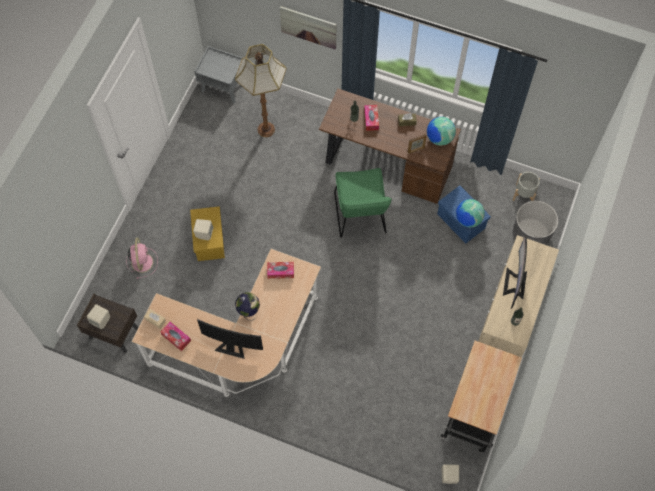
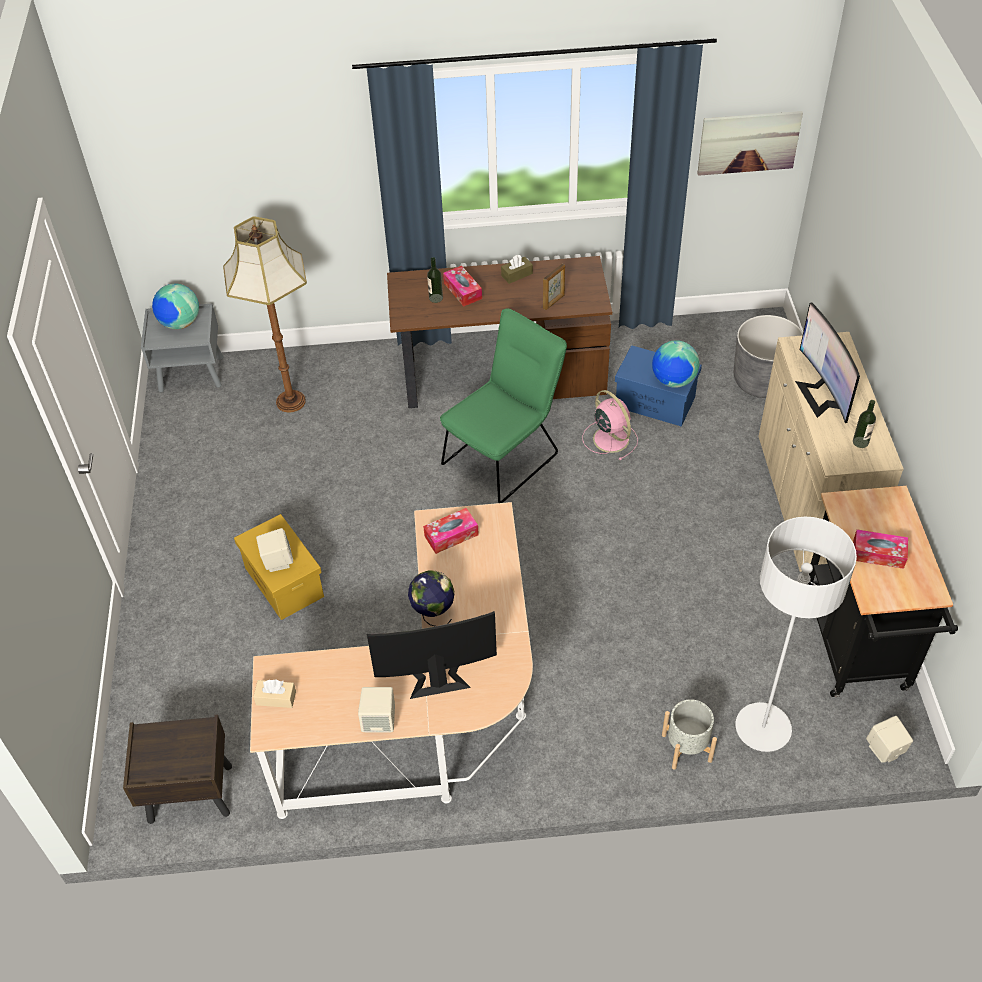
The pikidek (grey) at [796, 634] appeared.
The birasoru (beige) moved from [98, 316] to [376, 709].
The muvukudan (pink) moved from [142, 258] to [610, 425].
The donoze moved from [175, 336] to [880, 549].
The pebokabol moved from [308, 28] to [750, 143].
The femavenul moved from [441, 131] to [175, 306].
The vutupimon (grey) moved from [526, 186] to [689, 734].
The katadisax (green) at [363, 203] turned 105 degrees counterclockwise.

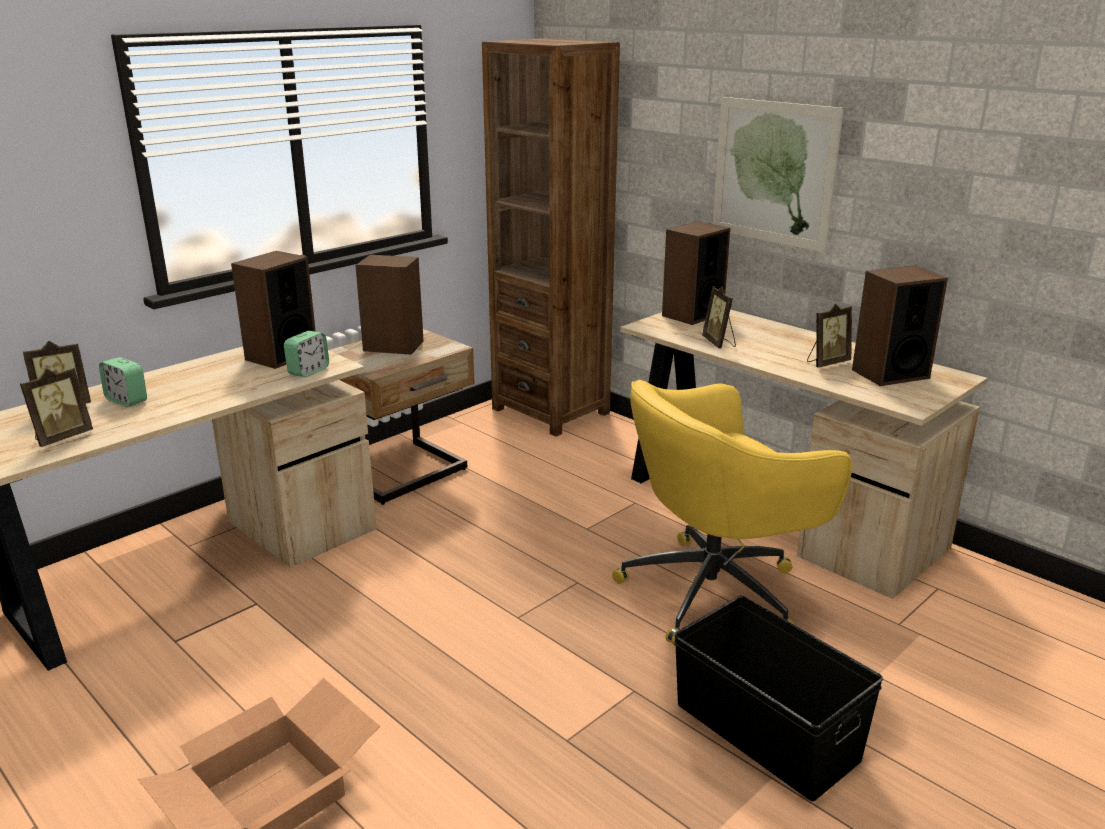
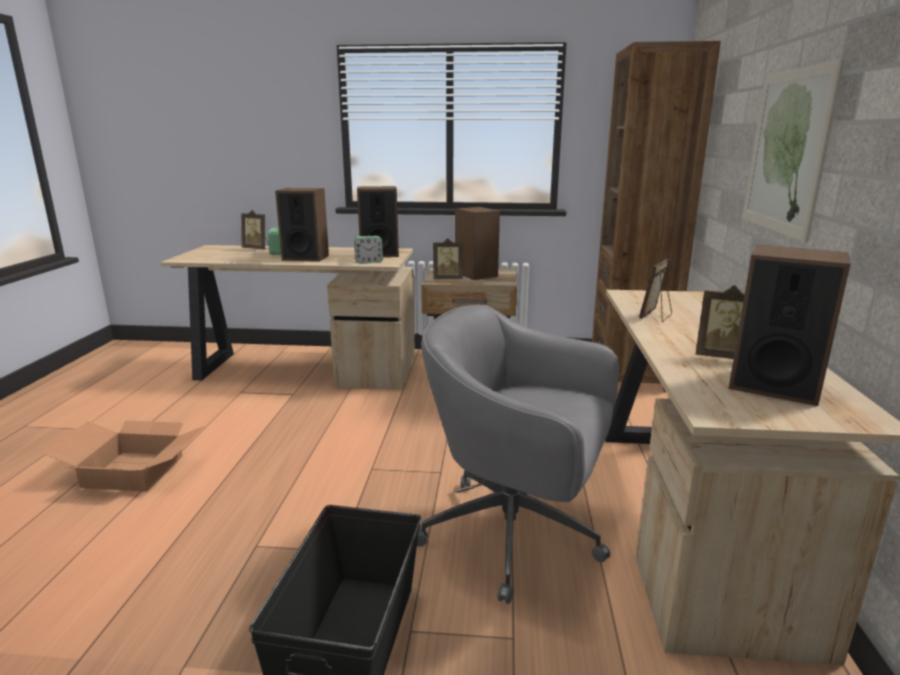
The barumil moved from [56, 407] to [448, 258].
The birasoru moved from [696, 273] to [302, 225].
The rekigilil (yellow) at [732, 512] became the rekigilil (grey) at [518, 454].

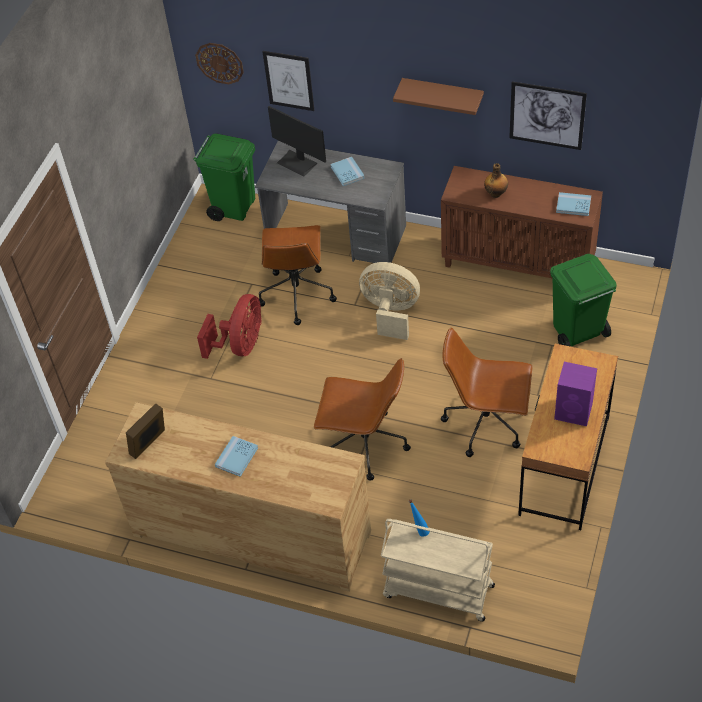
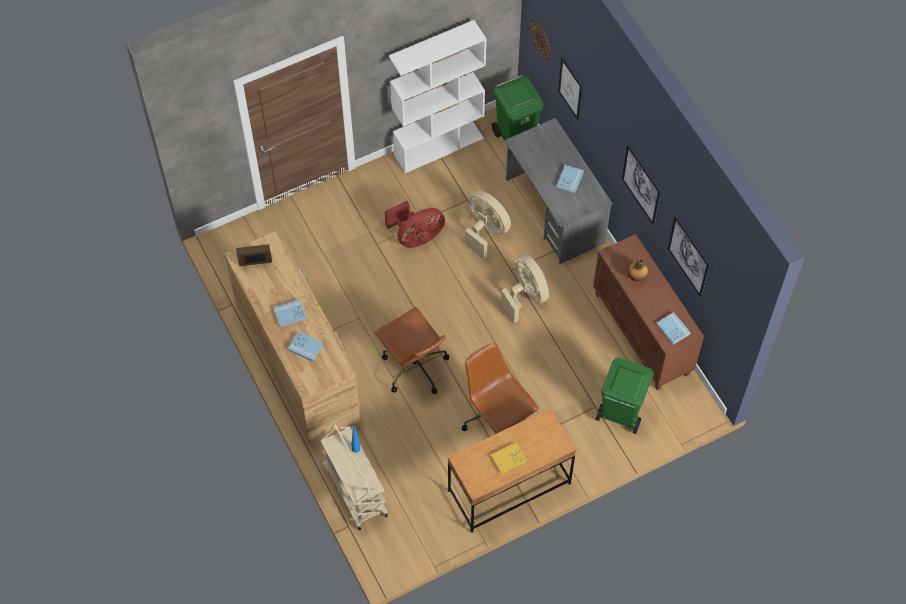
The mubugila at [297, 141] disappeared.
The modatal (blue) at [305, 347] appeared.
The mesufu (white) at [438, 96] appeared.
The rekigilil (brown) at [298, 275] was replaced by the muvukudan (beige) at [488, 225].
The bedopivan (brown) at [438, 96] was replaced by the pebokabol at [641, 185].
The birasoru (purple) at [575, 394] was replaced by the modatal (yellow) at [509, 458].

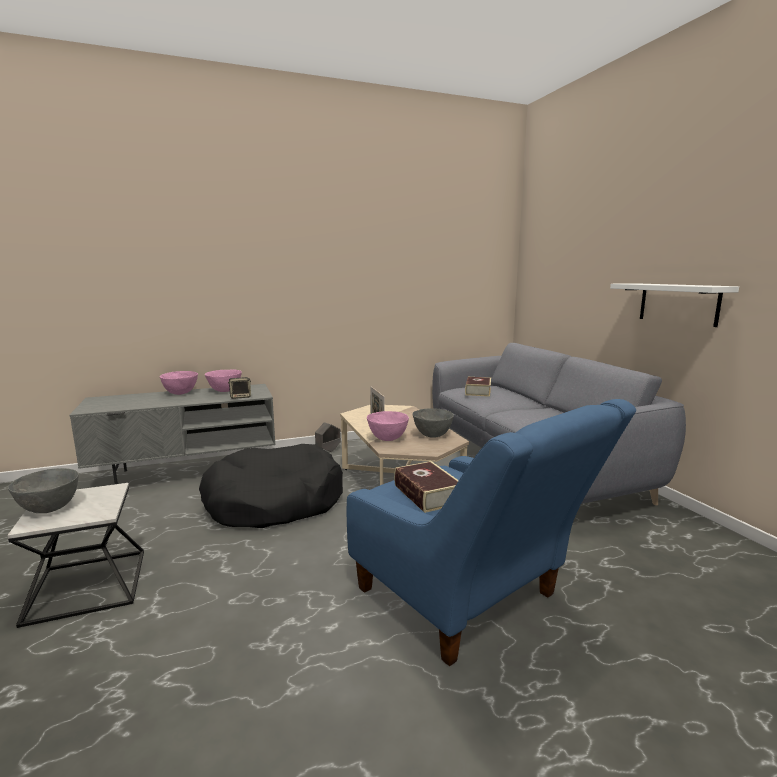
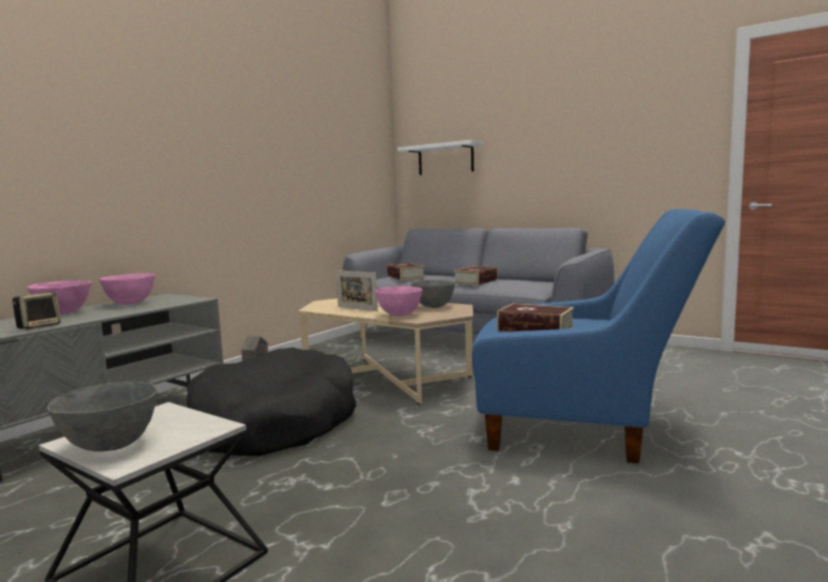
The modatal at [475, 275] appeared.
The birasoru moved from [239, 388] to [36, 310].
The bedopivan (white) moved from [674, 305] to [440, 157].

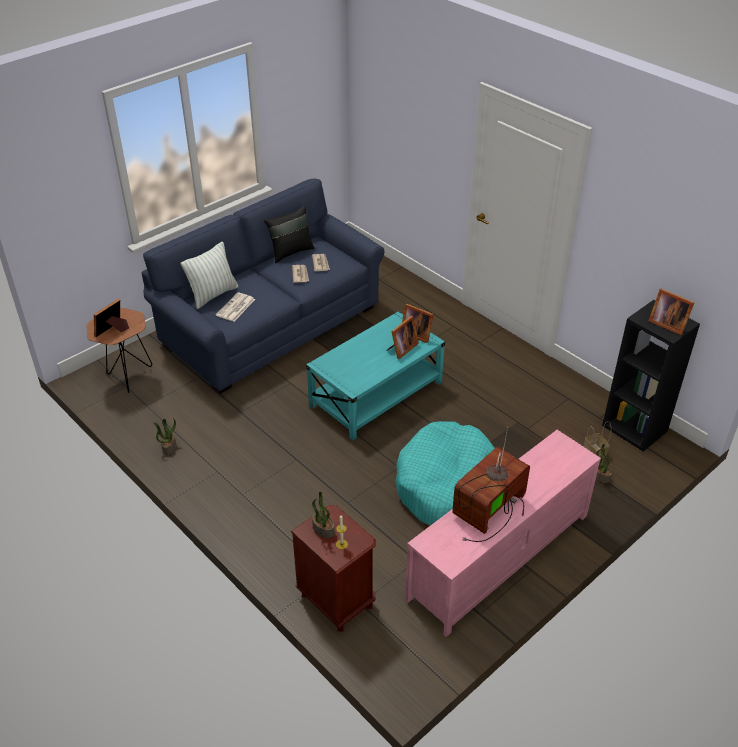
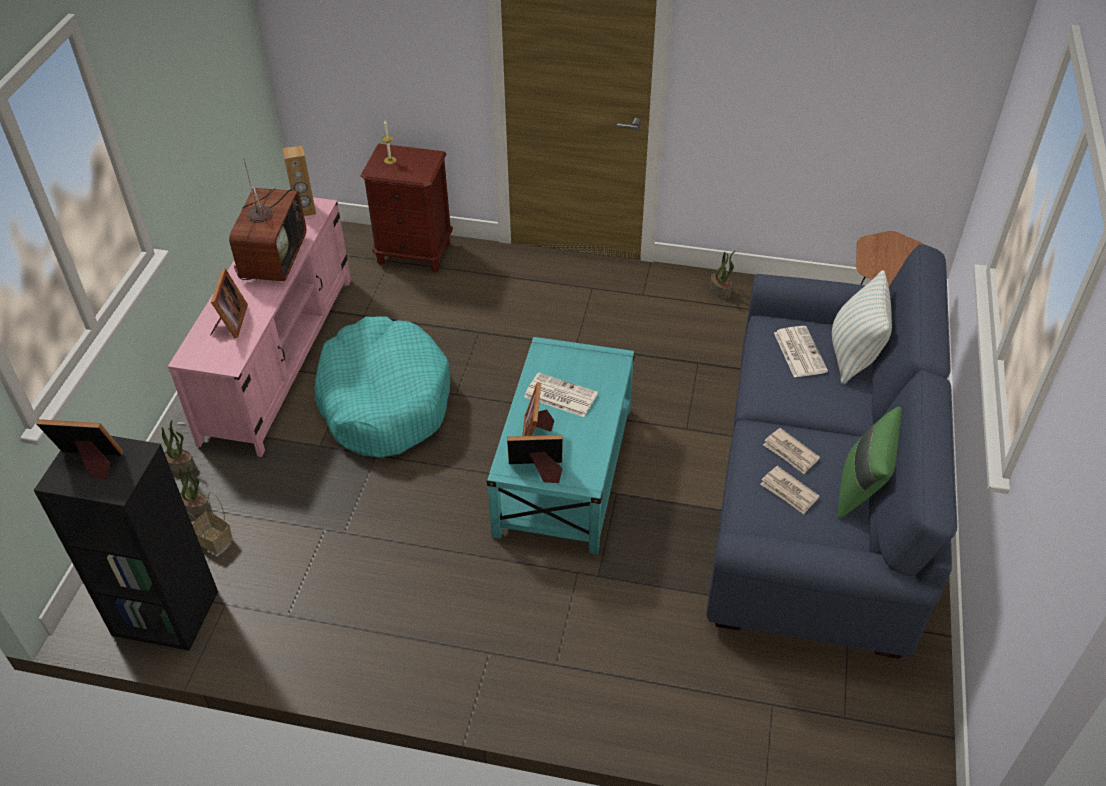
The birasoru (brown) at [299, 180] appeared.
The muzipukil at [561, 395] appeared.
The barumil moved from [111, 318] to [229, 303].
The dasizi moved from [323, 515] to [178, 446].
The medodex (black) at [289, 234] became the medodex (green) at [869, 462].

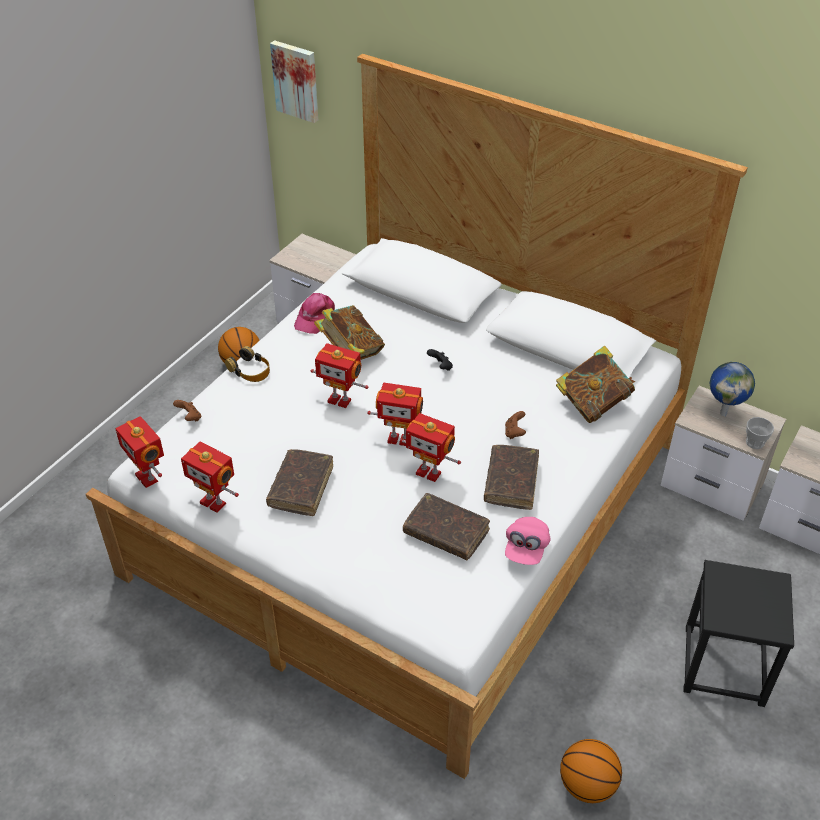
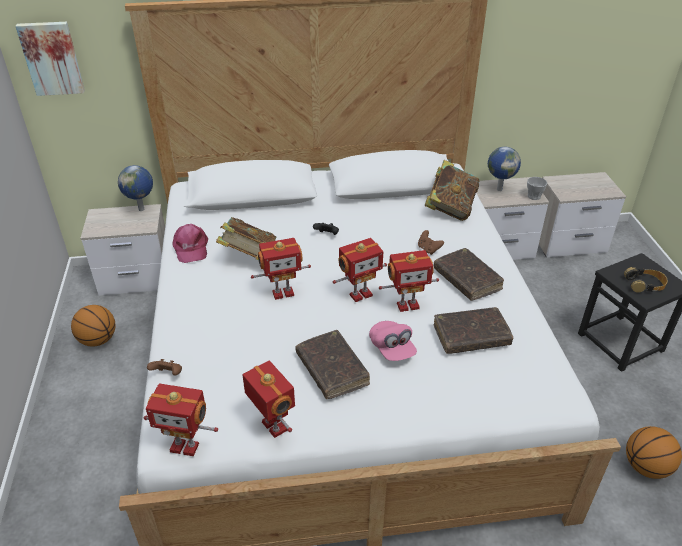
The femavenul at [135, 188] appeared.
The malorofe moved from [247, 364] to [646, 280].
The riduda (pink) moved from [528, 541] to [393, 341].
The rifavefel at [210, 477] turned 120 degrees counterclockwise.

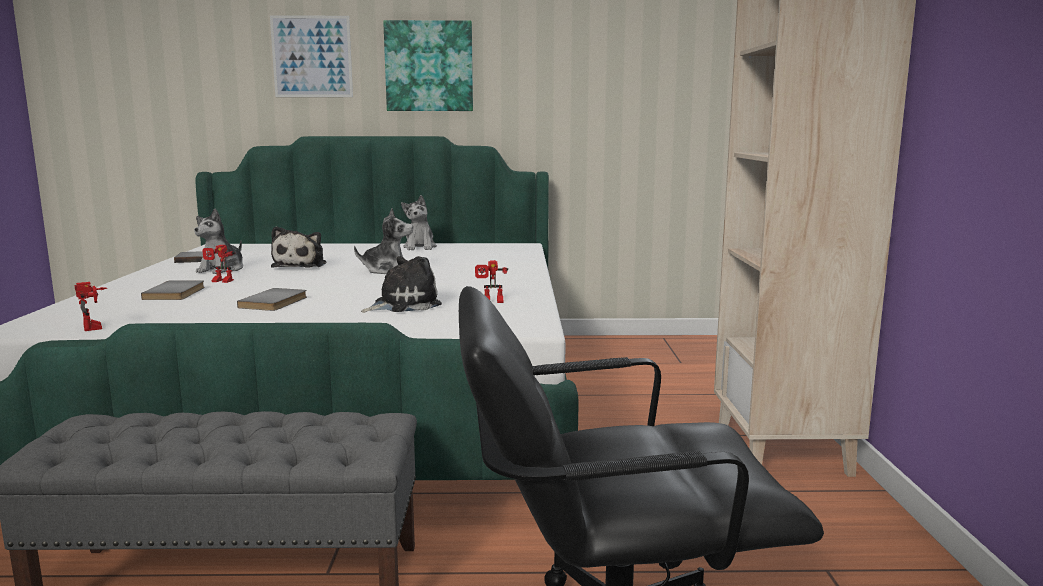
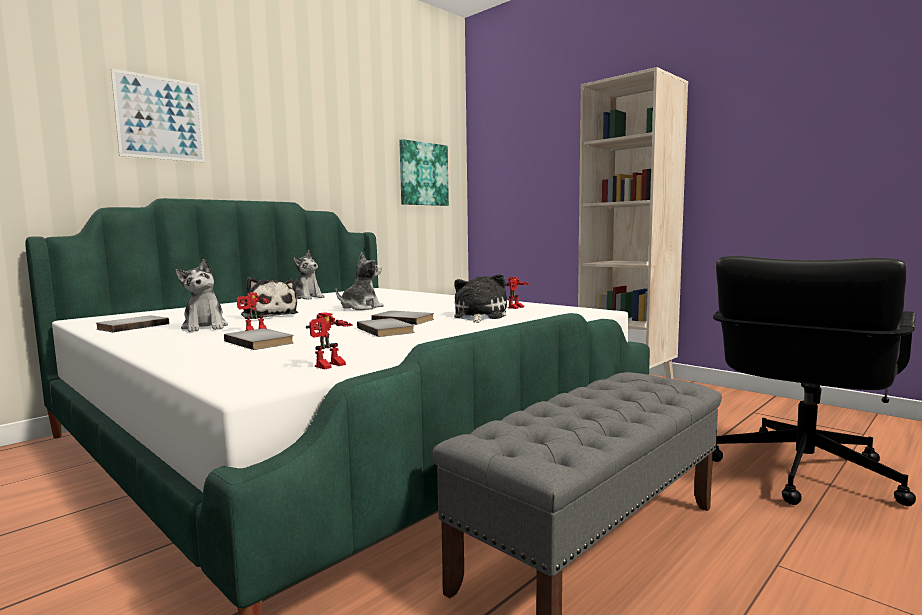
The modatal (grey) at [402, 318] appeared.
The pebokabol moved from [428, 65] to [424, 172].
The rifavefel at [90, 306] turned 120 degrees clockwise.

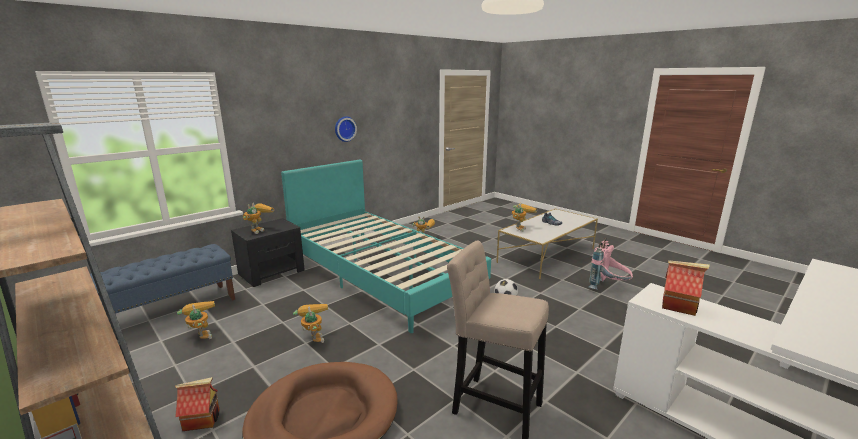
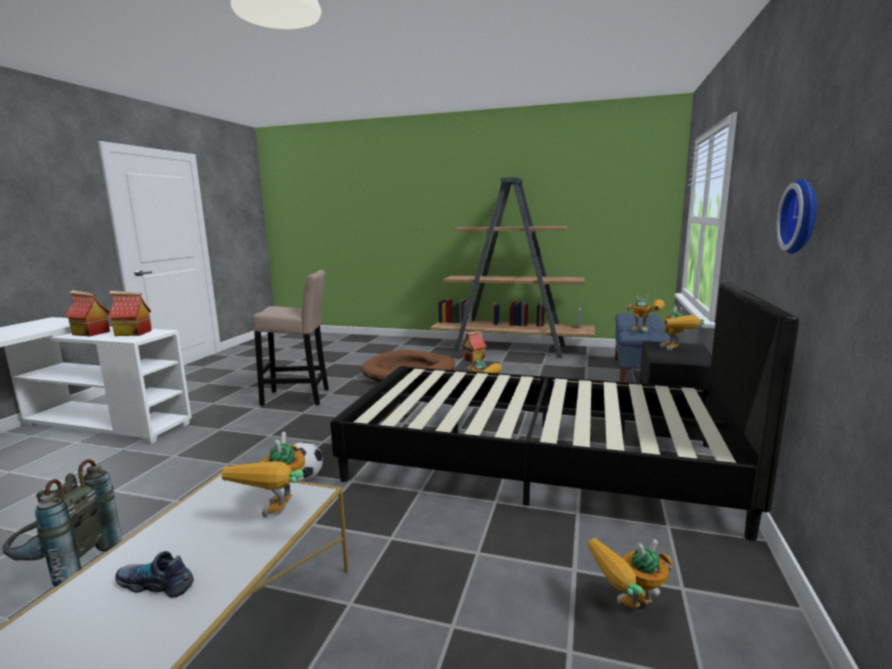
The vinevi at [87, 313] appeared.
The rifavefel moved from [196, 320] to [645, 313].
The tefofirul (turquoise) at [386, 246] became the tefofirul (black) at [564, 411].
The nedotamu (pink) at [611, 263] became the nedotamu (grey) at [62, 523].

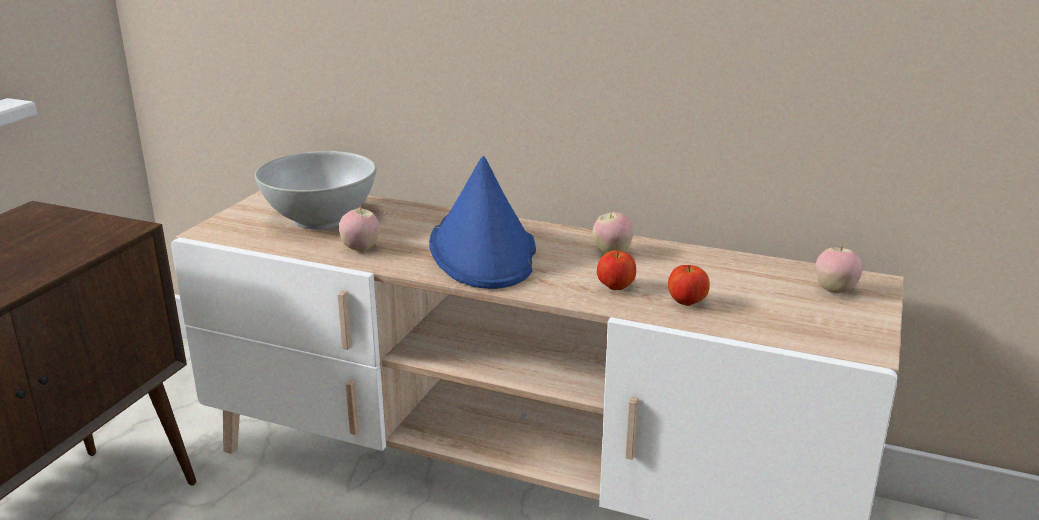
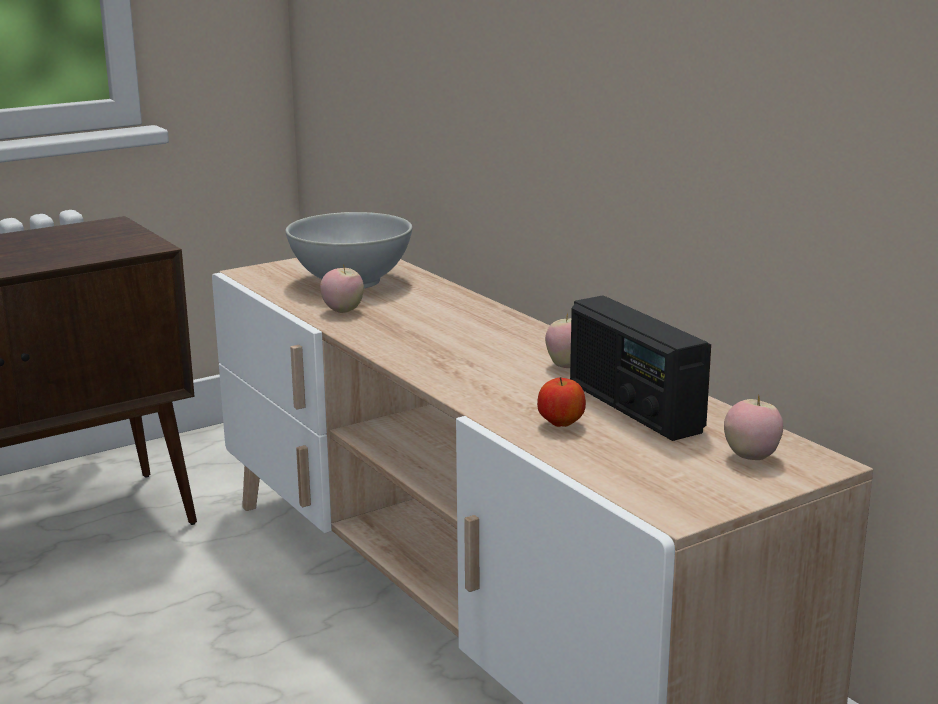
The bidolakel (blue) at [482, 222] disappeared.
The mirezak at [616, 270] disappeared.
The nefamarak at [640, 368] appeared.

